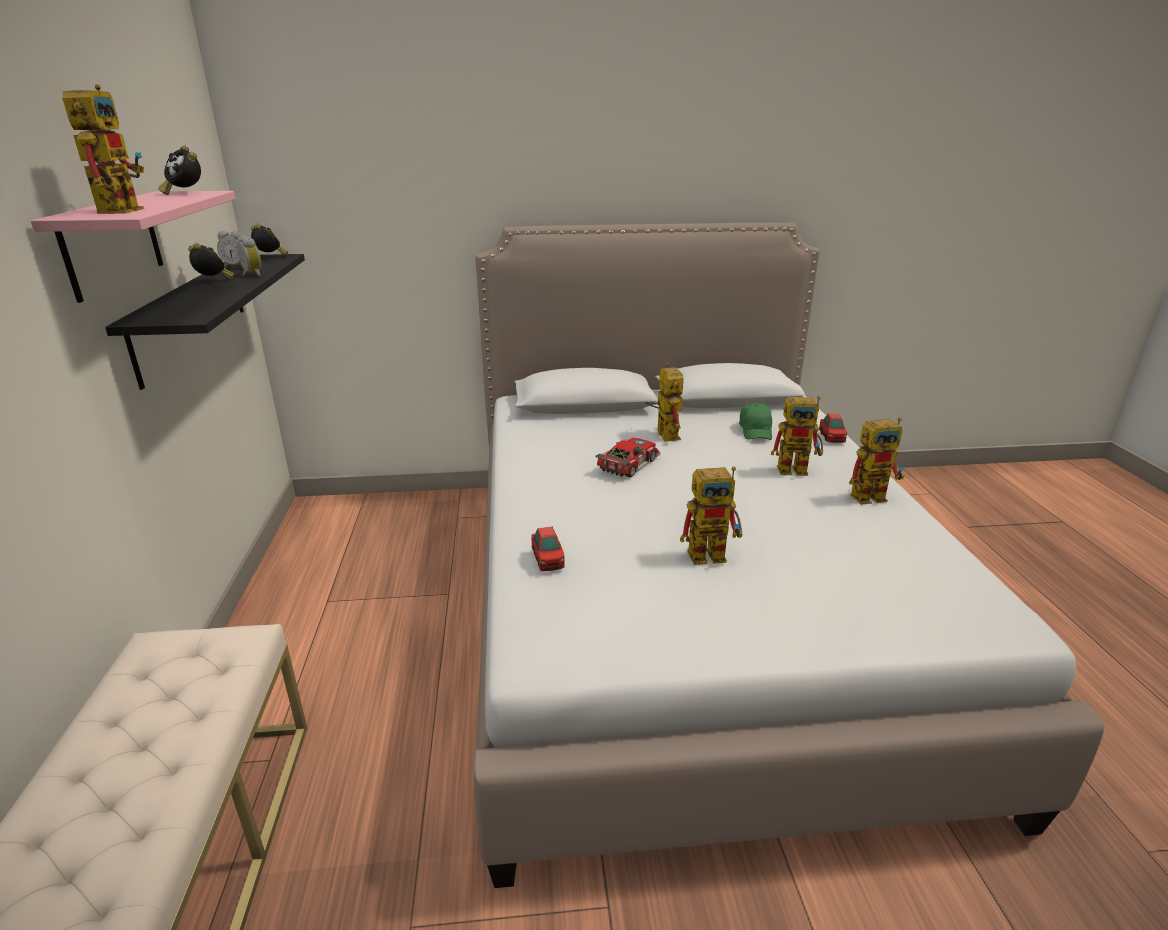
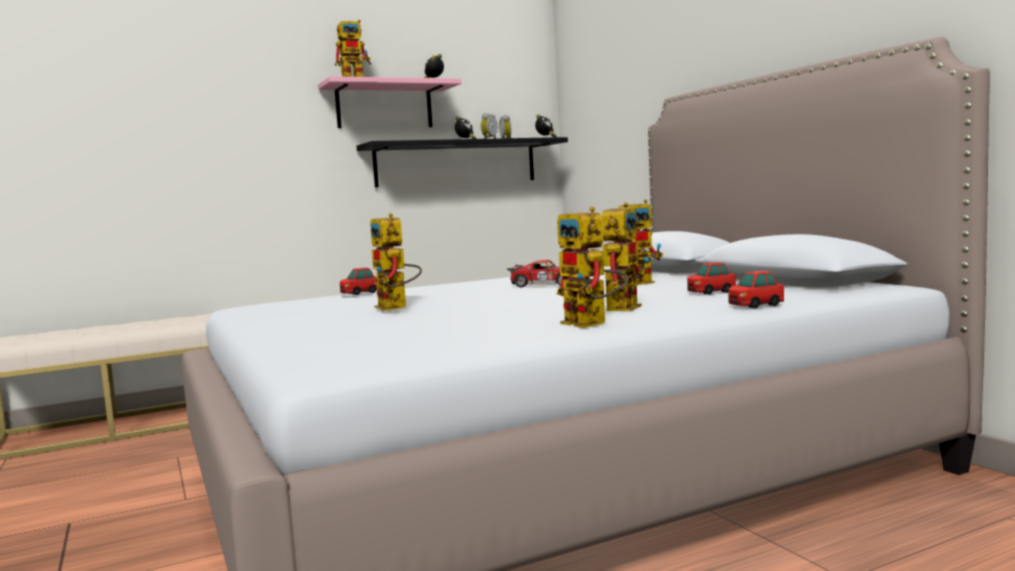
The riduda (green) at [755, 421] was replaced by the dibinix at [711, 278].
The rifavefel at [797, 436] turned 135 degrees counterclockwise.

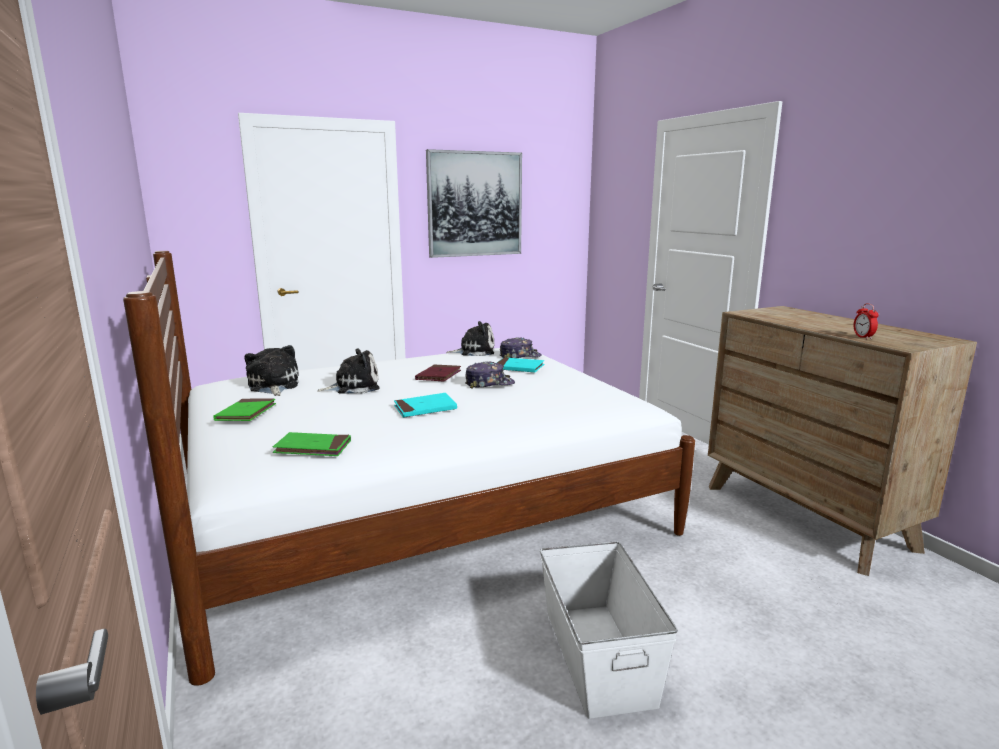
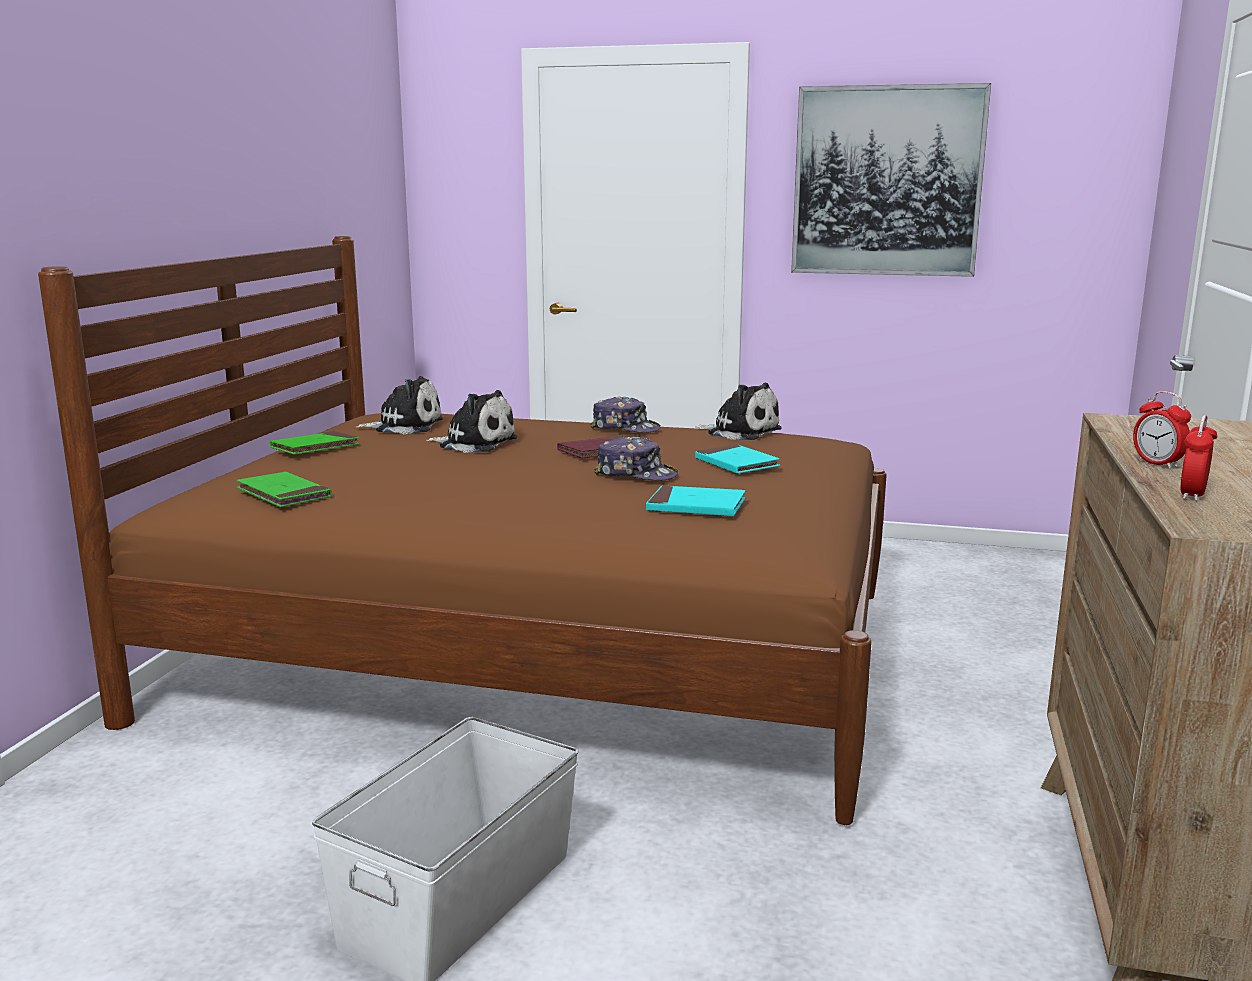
The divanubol at [1162, 430] appeared.
The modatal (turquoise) moved from [425, 405] to [696, 501].
The riduda moved from [521, 347] to [625, 414].
The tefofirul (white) at [409, 468] became the tefofirul (brown) at [462, 530].
The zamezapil at [272, 370] turned 75 degrees clockwise.

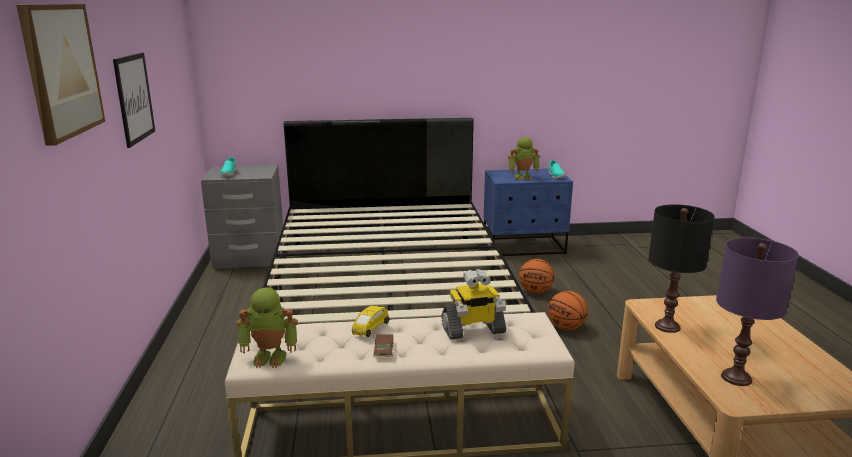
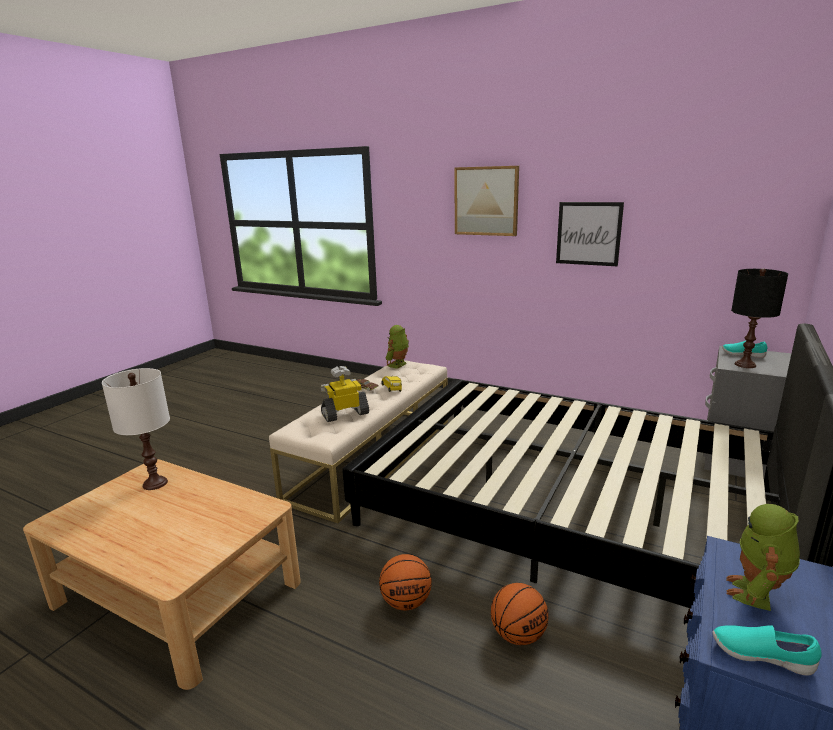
The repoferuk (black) moved from [681, 268] to [759, 318].
The repoferuk (purple) at [757, 311] became the repoferuk (white) at [136, 429].
The rifavefel at [474, 304] turned 45 degrees clockwise.

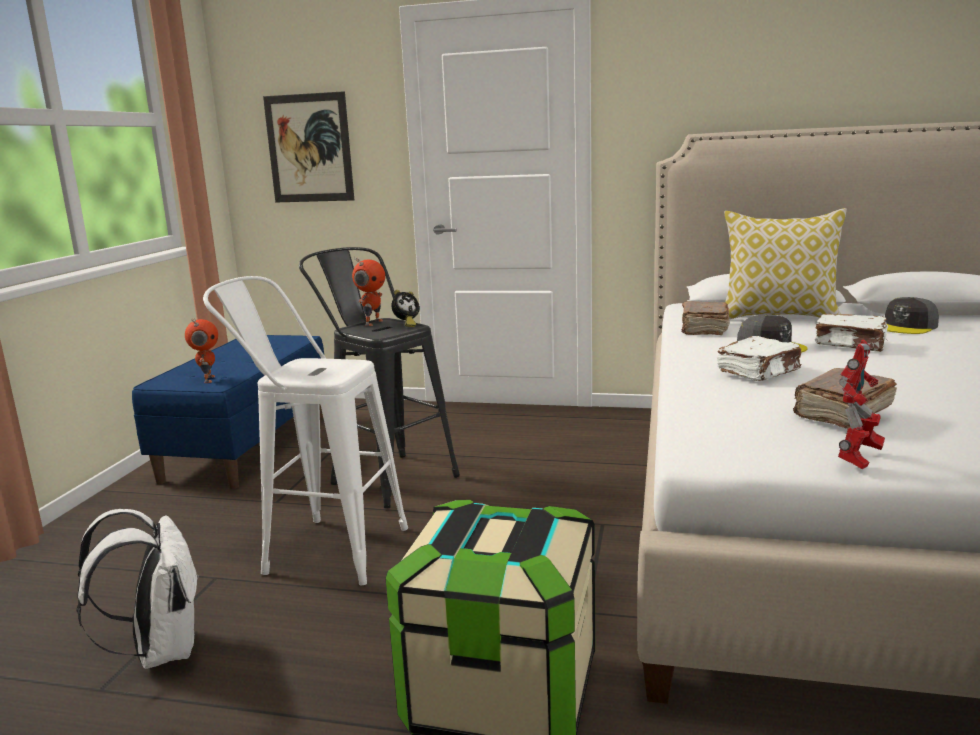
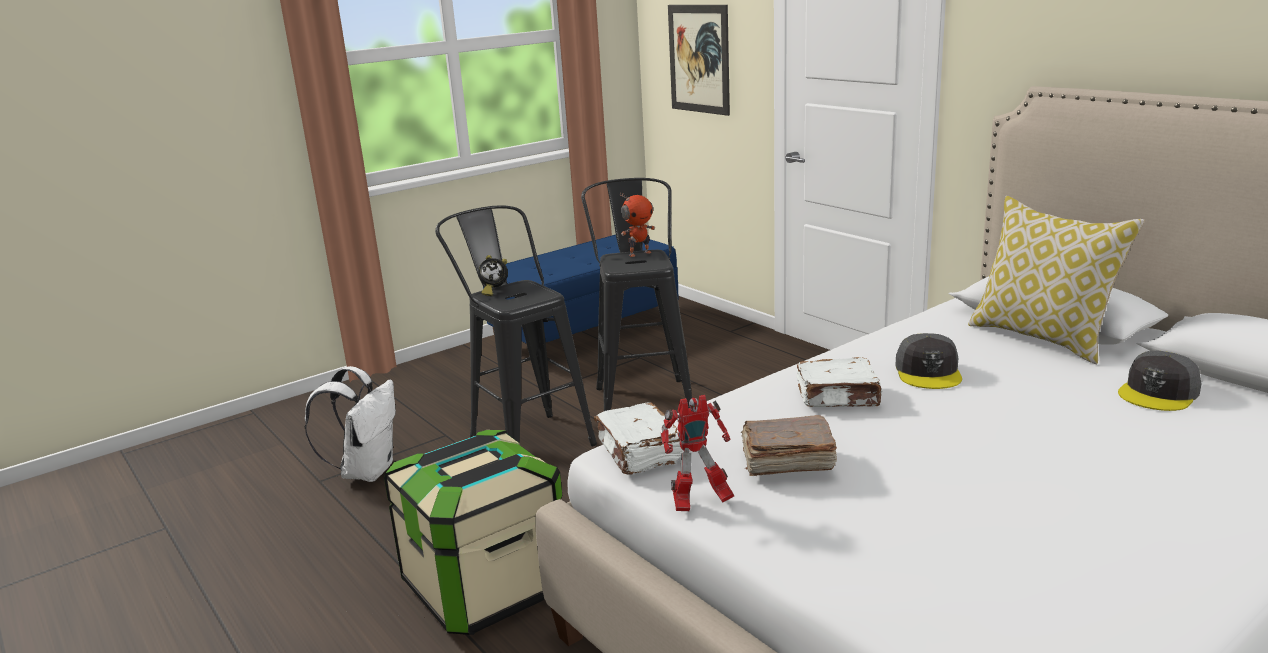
The rifavefel at [201, 351] disappeared.
The modatal (brown) at [706, 318] disappeared.
The divanubol moved from [406, 308] to [493, 275].
The modatal (white) moved from [851, 333] to [638, 438].
The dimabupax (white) at [305, 430] became the dimabupax (black) at [516, 325].
The riduda (grey) at [912, 315] turned 45 degrees counterclockwise.

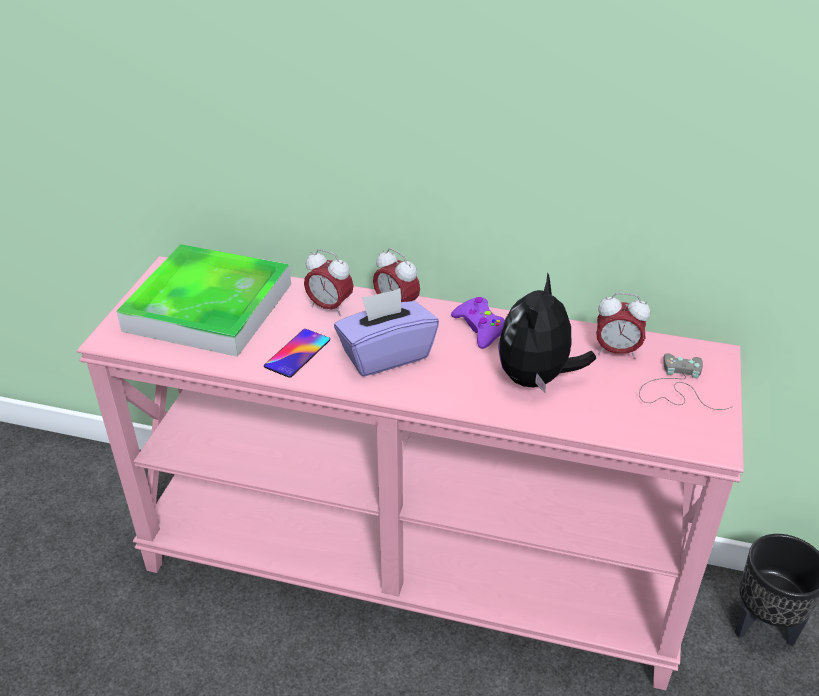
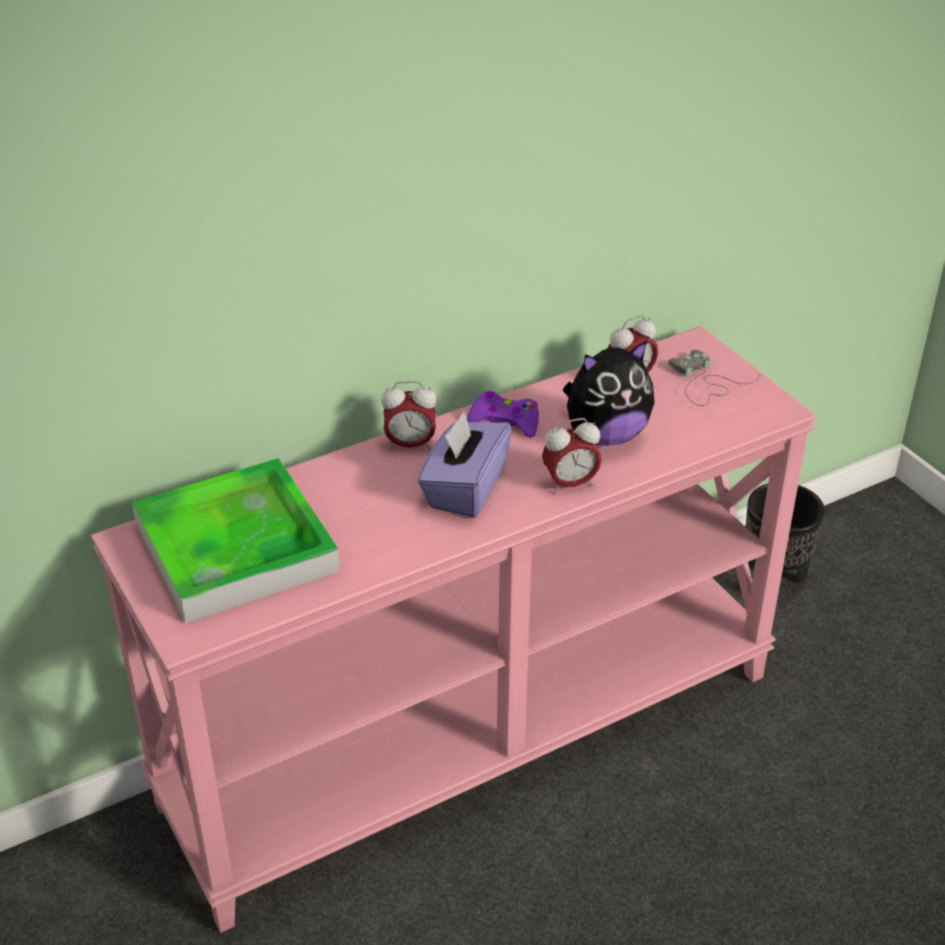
The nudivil at [297, 353] disappeared.
The divanubol moved from [329, 282] to [572, 456].
The zamezapil at [547, 332] turned 90 degrees counterclockwise.

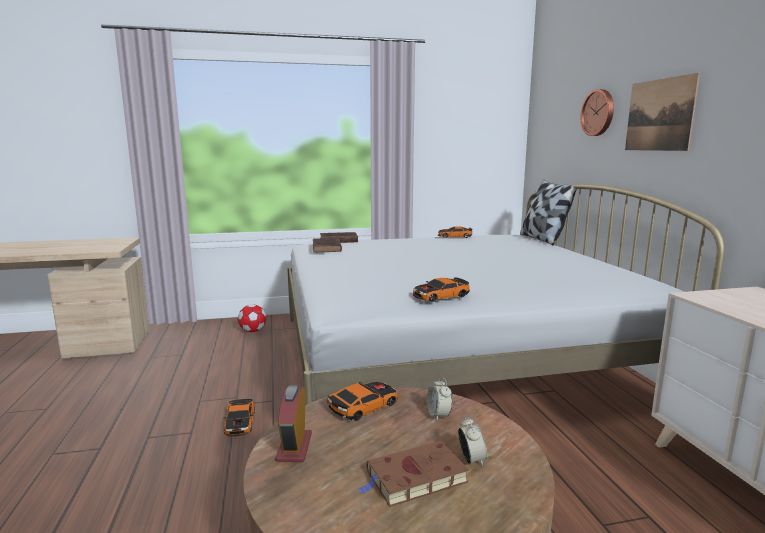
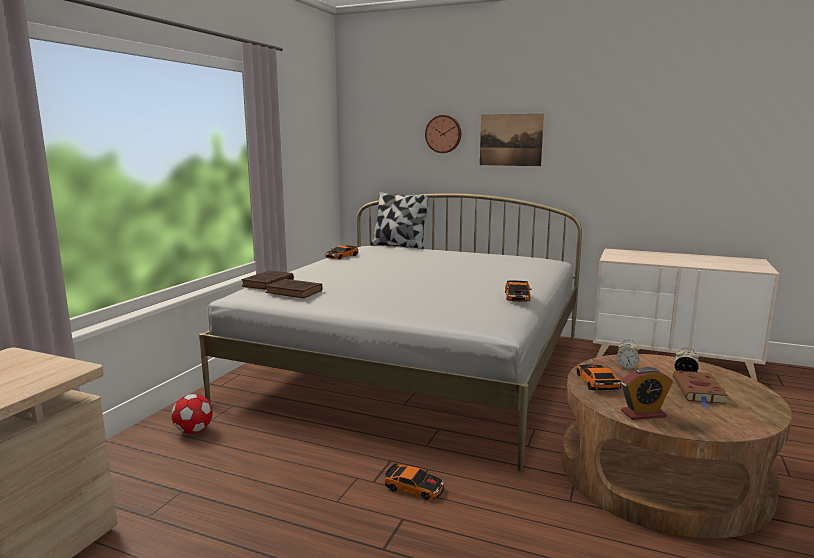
The divanubol at [294, 423] turned 45 degrees counterclockwise.

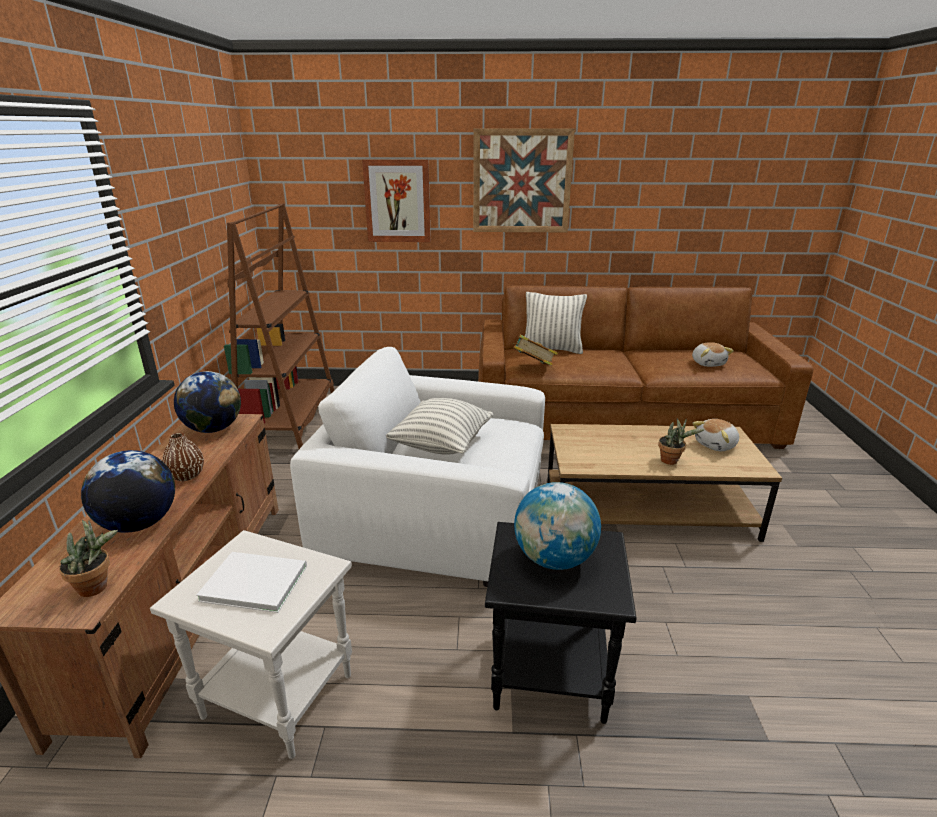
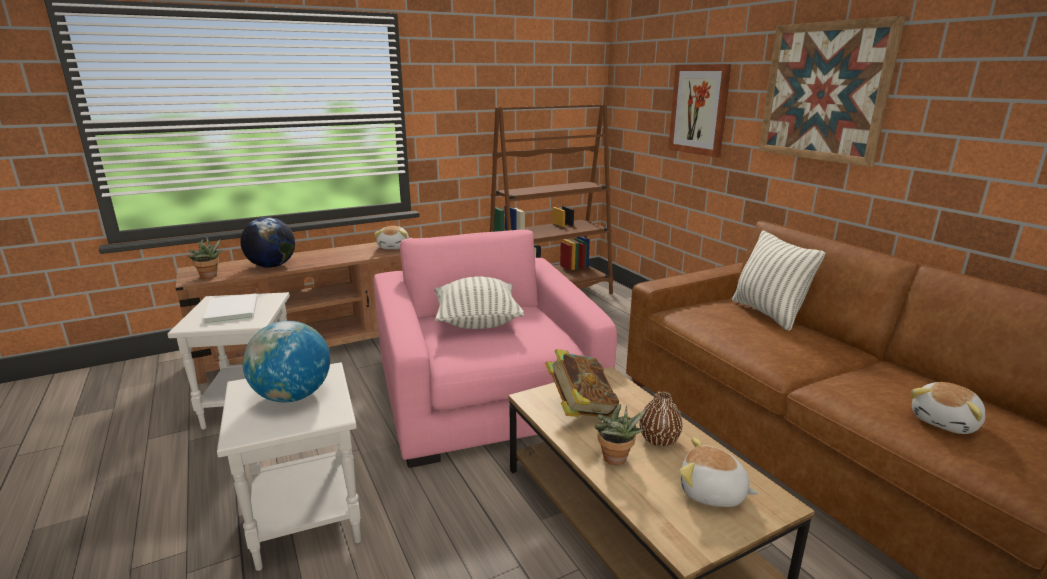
The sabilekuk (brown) moved from [183, 456] to [661, 419].
The modatal moved from [534, 350] to [582, 383].
The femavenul at [207, 402] was replaced by the zamezapil at [391, 237].
The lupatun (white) at [417, 467] became the lupatun (pink) at [495, 349].
The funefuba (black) at [561, 623] became the funefuba (white) at [289, 466].

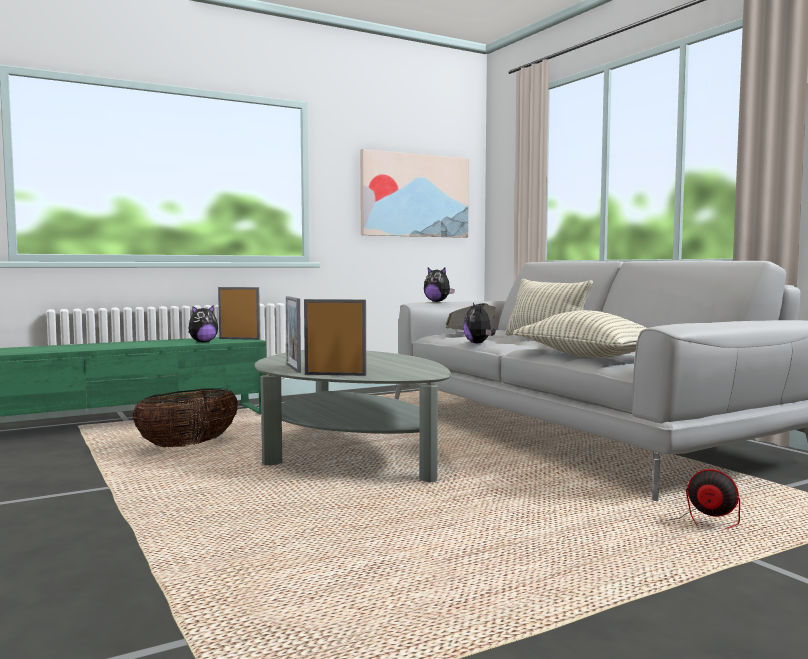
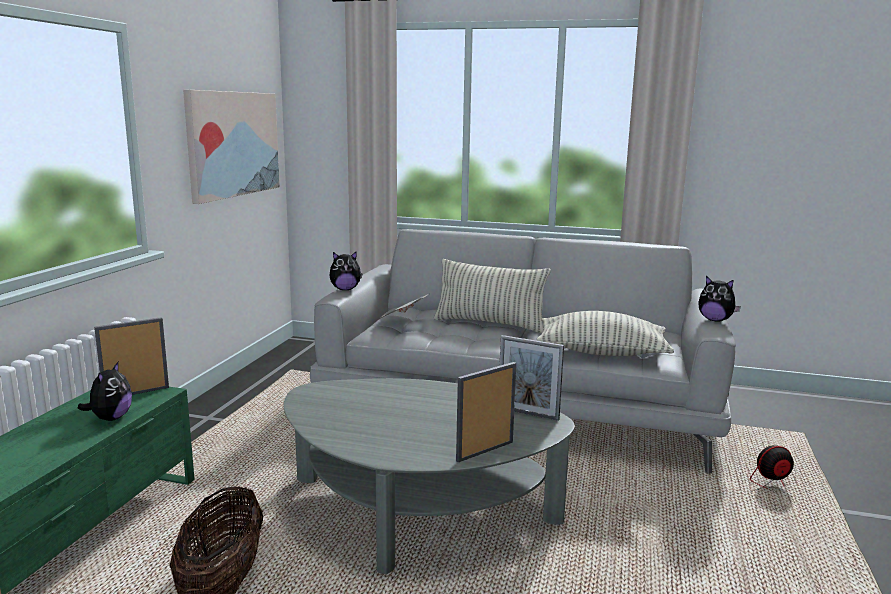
The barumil moved from [293, 334] to [532, 378].
The zamezapil moved from [479, 323] to [719, 299].

